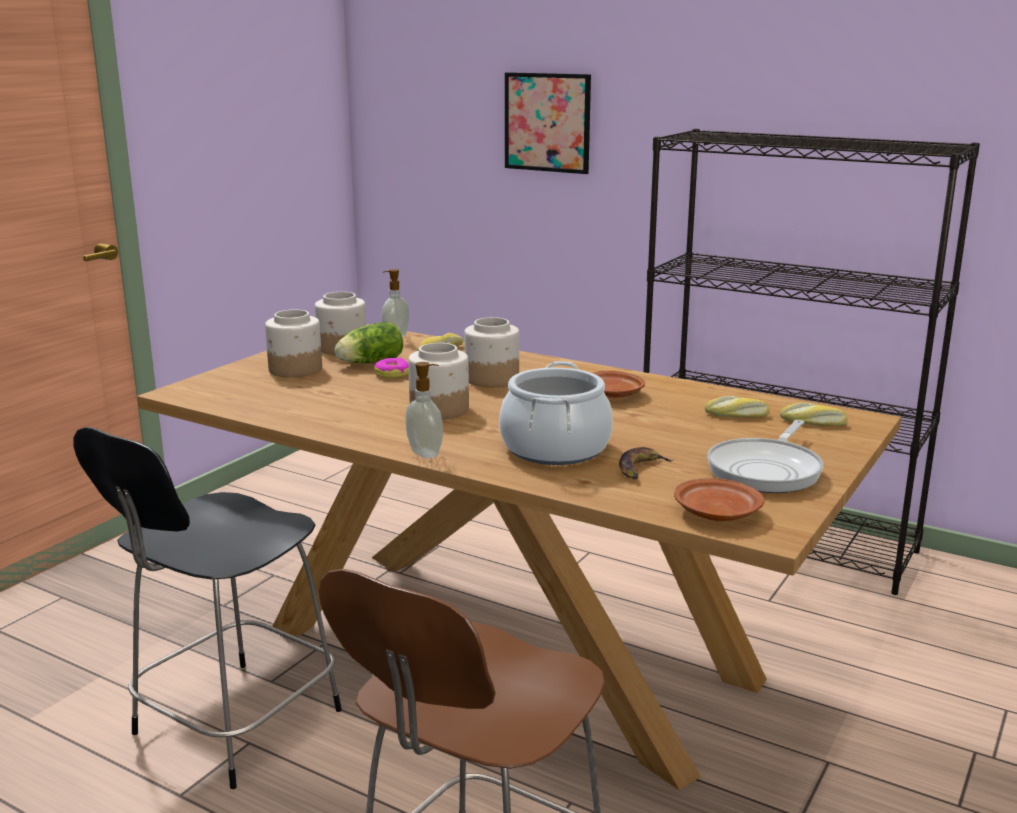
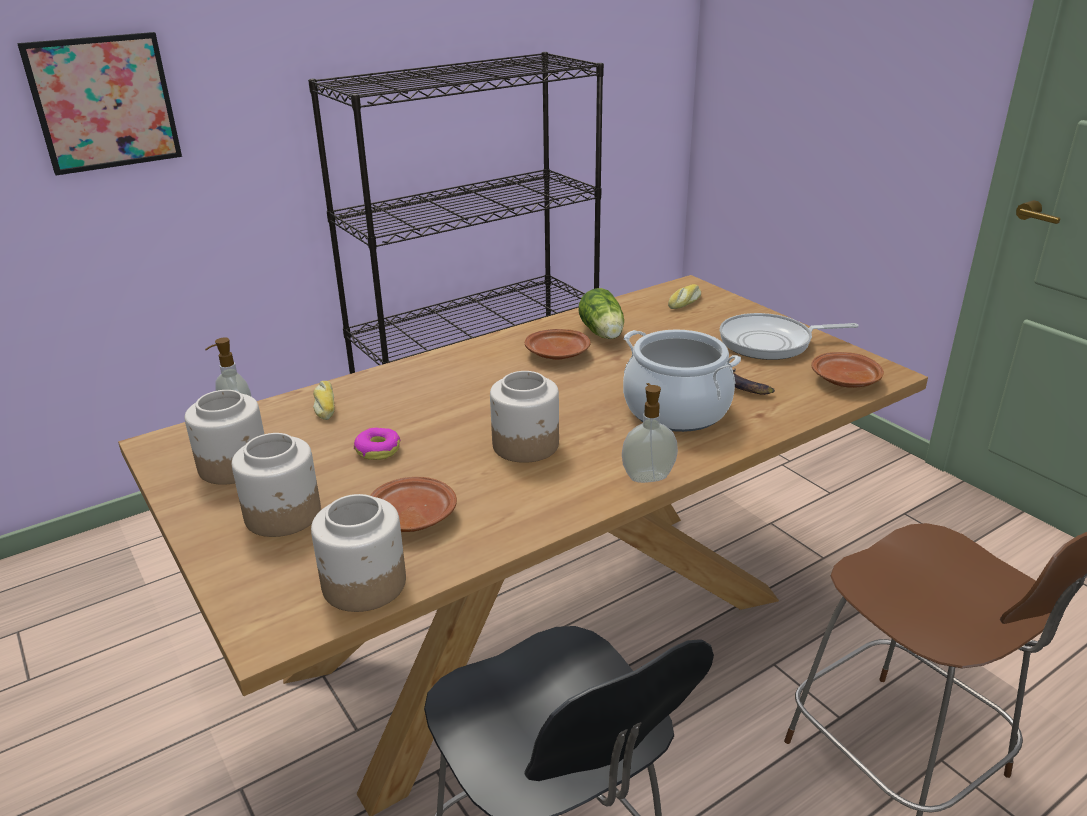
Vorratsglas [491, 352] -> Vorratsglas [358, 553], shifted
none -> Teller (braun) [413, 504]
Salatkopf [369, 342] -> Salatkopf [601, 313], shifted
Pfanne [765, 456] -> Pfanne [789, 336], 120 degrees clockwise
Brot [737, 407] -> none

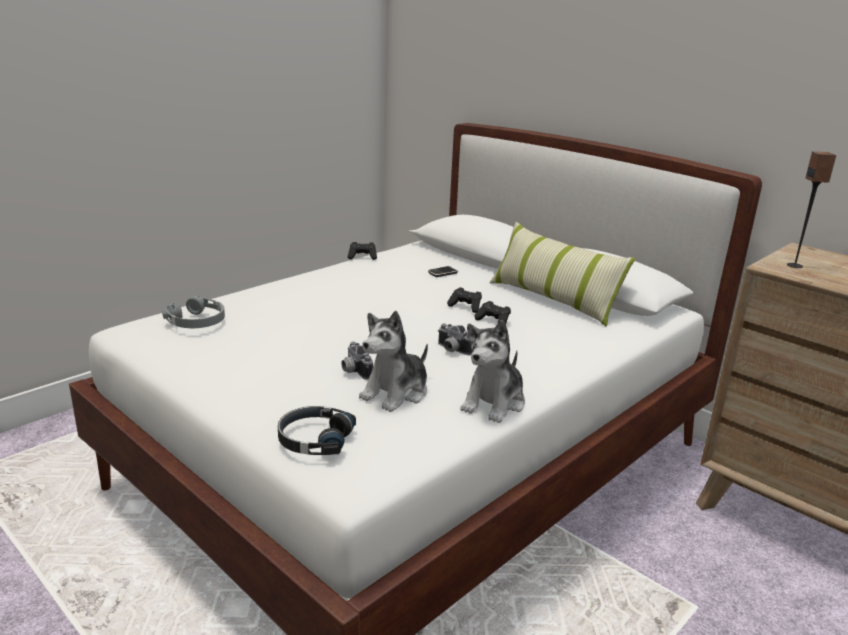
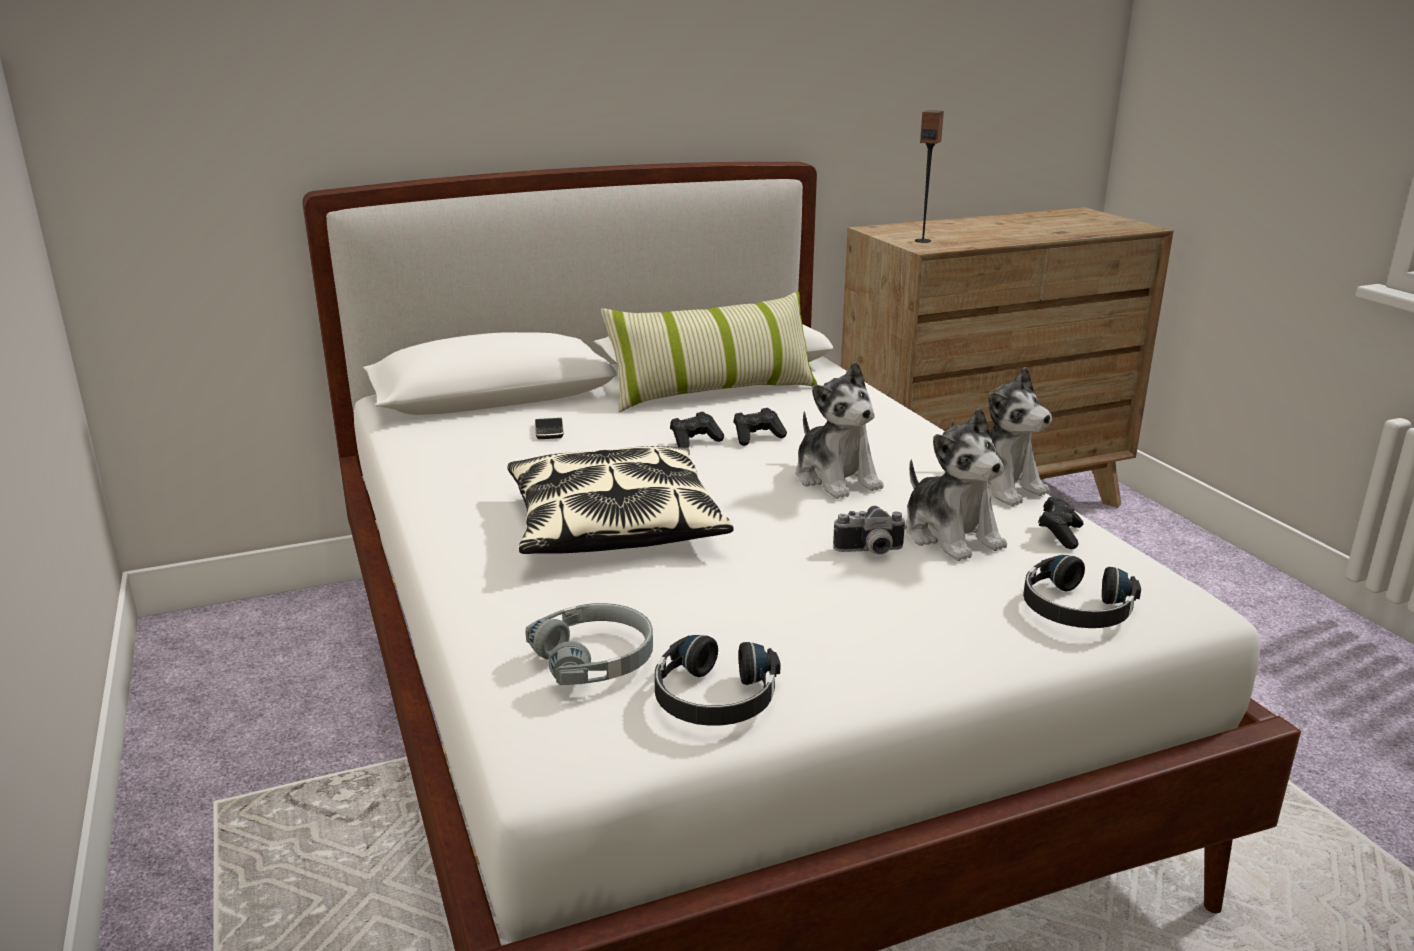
none -> Kissen [620, 500]
none -> Kopfhörer (schwarz) [717, 680]
Kamera [455, 339] -> Plüschtier [839, 430]
Gamepad (schwarz) [362, 251] -> Gamepad (schwarz) [1061, 523], shifted

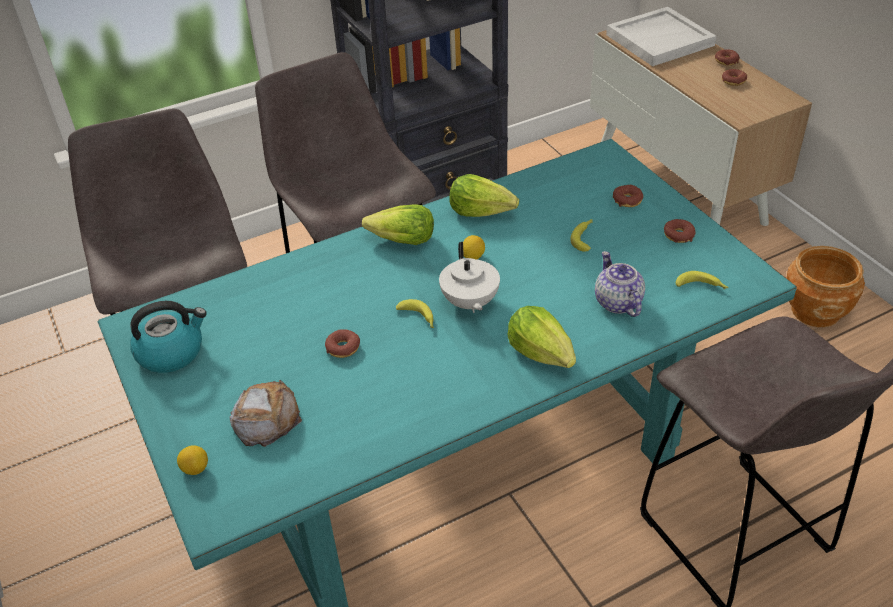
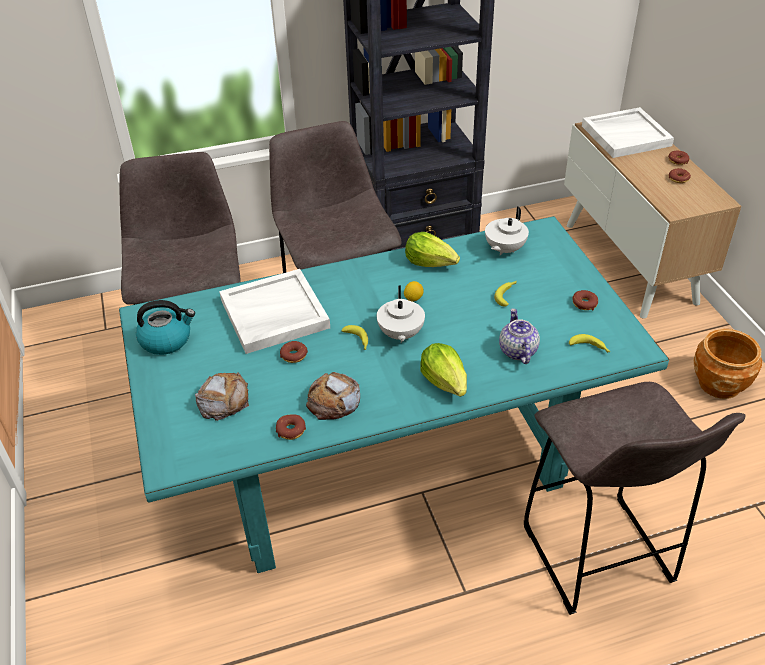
none -> Tablett (weiß) [274, 311]
Donut [628, 196] -> Donut [291, 427], shifted
none -> Brot [333, 396]
none -> Teekanne (weiß) [507, 231]
Zitrone [192, 460] -> none
Salatkopf [398, 224] -> none

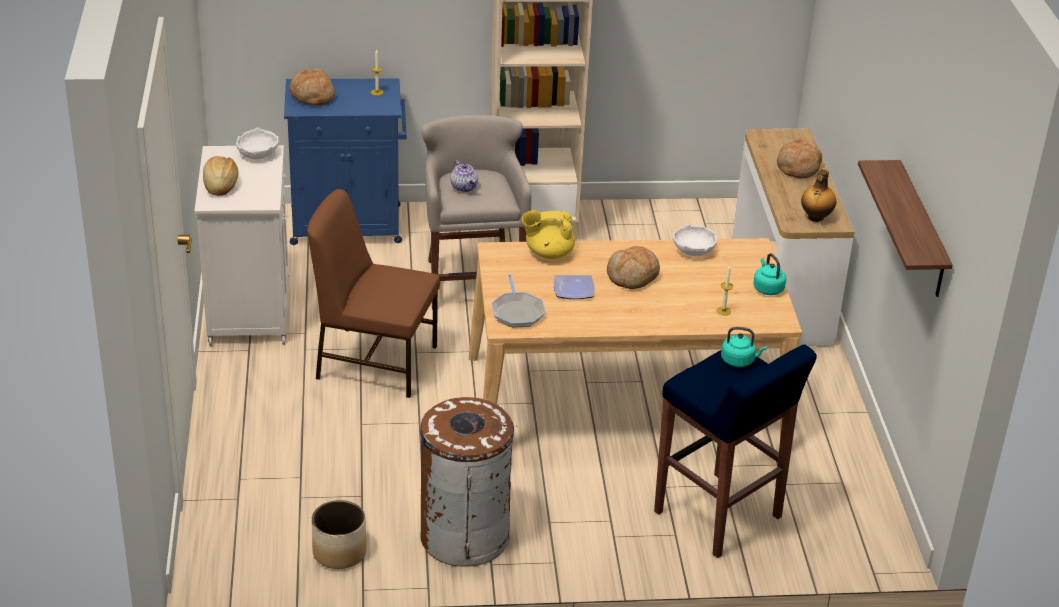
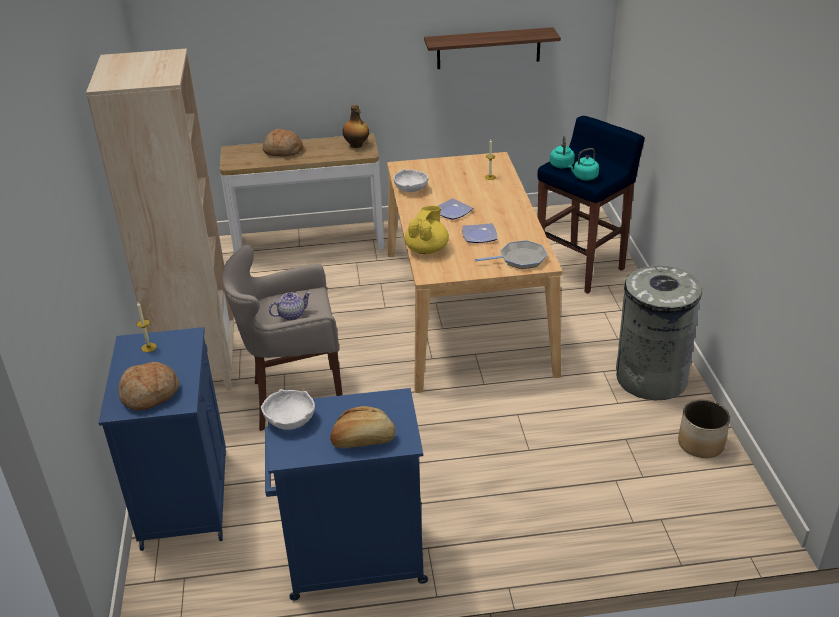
Schrank (weiß) [241, 245] -> Schrank (blau) [346, 494]
Teekanne (gelb) [548, 234] -> Teekanne (gelb) [427, 230], 150 degrees counterclockwise
Brot [633, 267] -> Teller [455, 209]
Wasserkessel (türkis) [770, 274] -> Wasserkessel (türkis) [583, 164], shifted
Mülleimer (braun) [469, 482] -> Mülleimer (grau) [659, 333]
Stuhl (braun) [373, 293] -> none

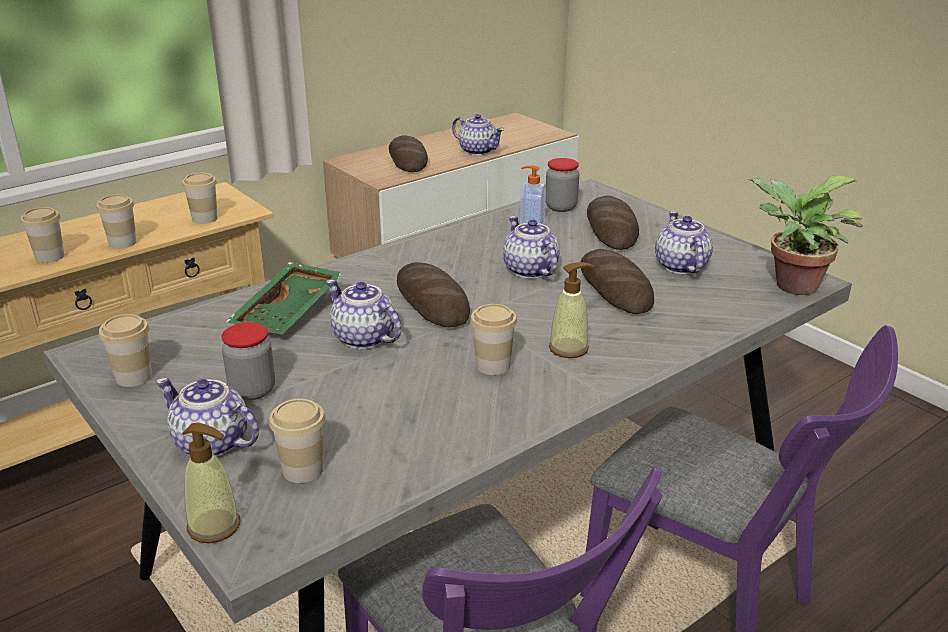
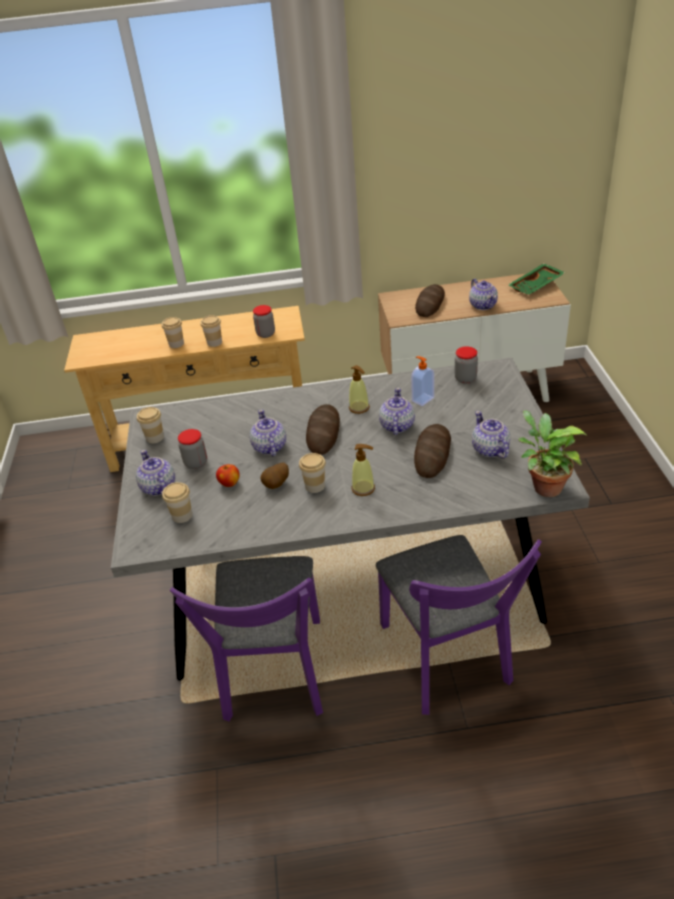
none -> Apfel [228, 475]
Tasse [200, 198] -> Vorratsglas [264, 321]
none -> Kartoffel [274, 476]
Seifenspender [211, 483] -> Seifenspender [359, 389], shifted
Teekanne [684, 242] -> Teekanne [491, 435], 45 degrees counterclockwise
Tablett (grün) [284, 298] -> Tablett (grün) [536, 279], shifted
Brot [613, 222] -> none

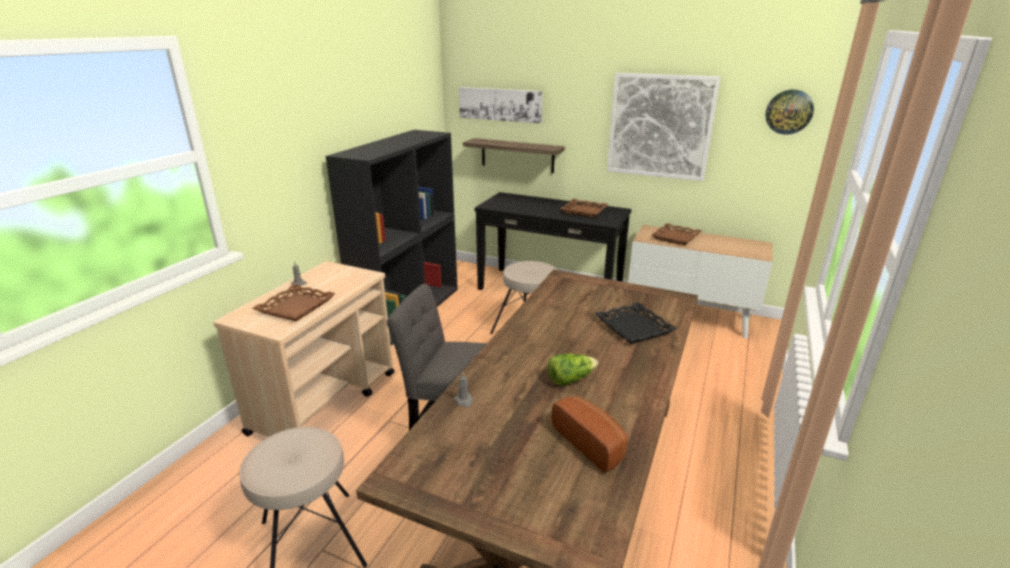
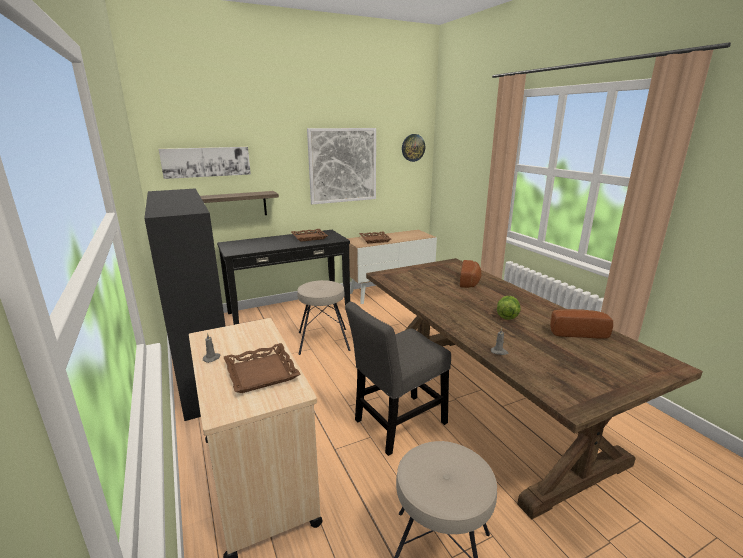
Tablett (schwarz) [636, 323] -> Brot [470, 274]

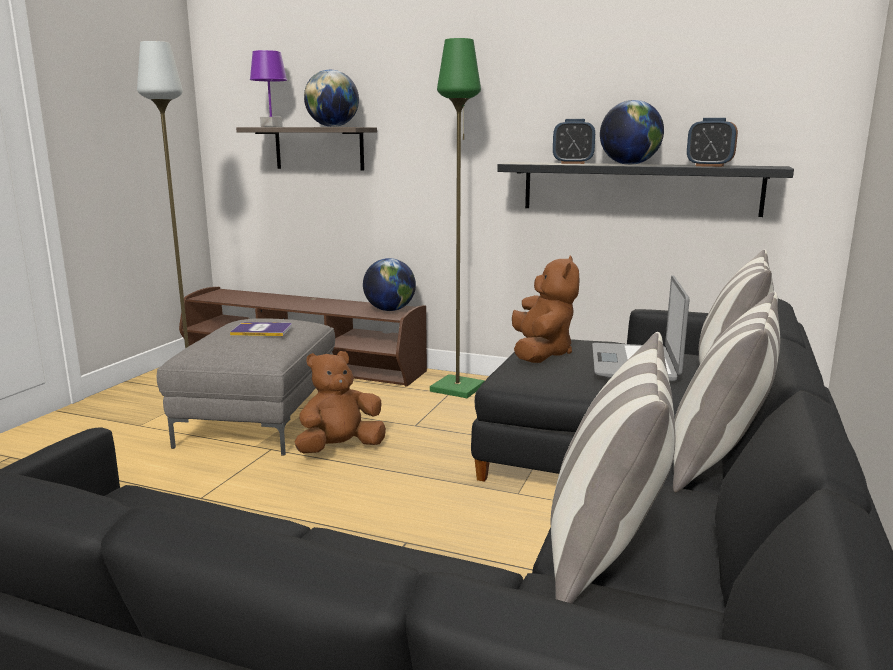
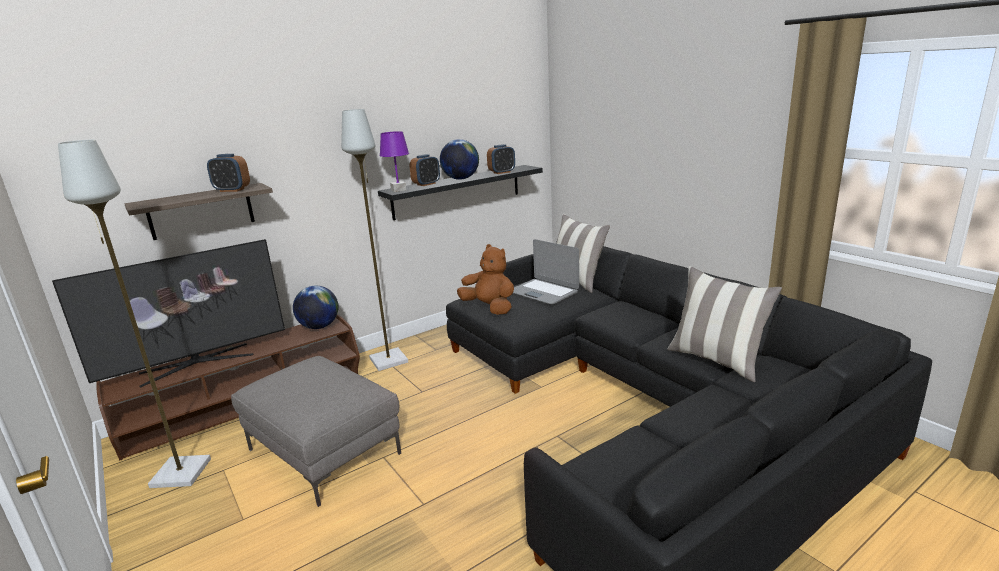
none -> Fernseher [168, 313]
Globus [331, 98] -> Wecker [228, 173]
Stehlampe (grün) [457, 218] -> Stehlampe (grau) [374, 240]
Tischlampe (lila) [268, 88] -> Tischlampe (lila) [394, 161], shifted
Buch [261, 329] -> none
Plüschtier (braun) [340, 402] -> none
Kissen [726, 392] -> none

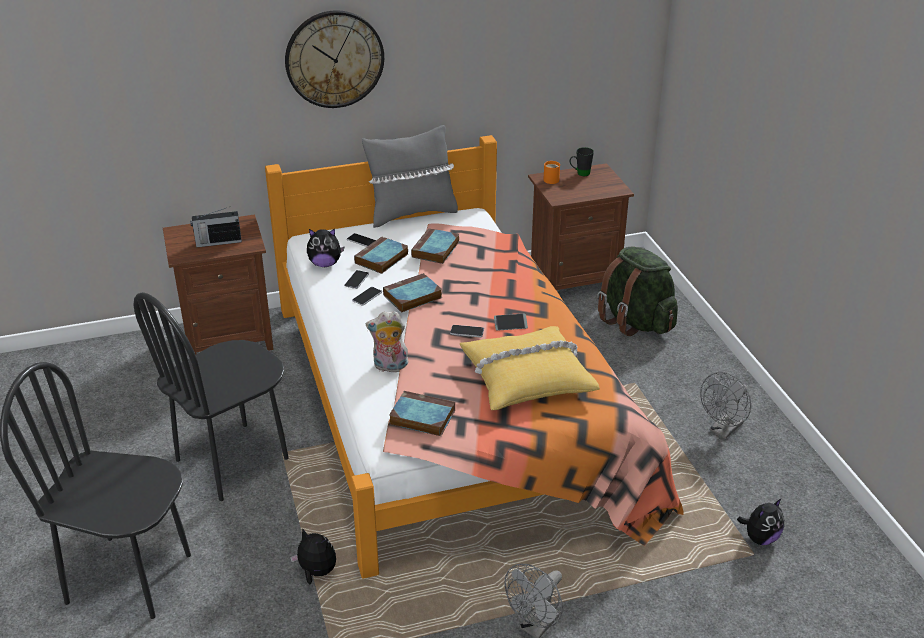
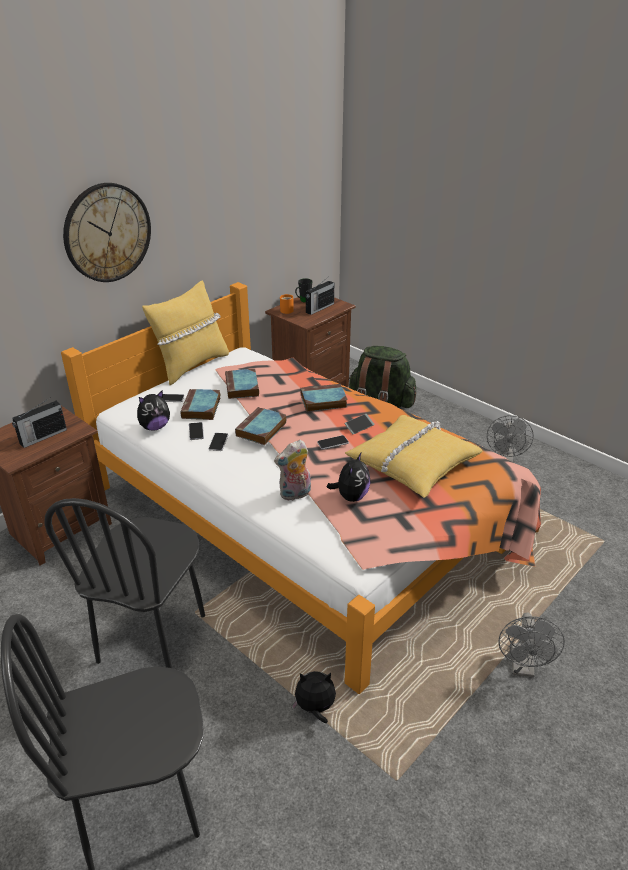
Kissen (grau) [410, 176] -> Kissen (gelb) [185, 332]
Buch [422, 413] -> Buch [324, 398], shifted
none -> Radio [320, 296]
Plüschtier [760, 522] -> Plüschtier [349, 477], shifted

